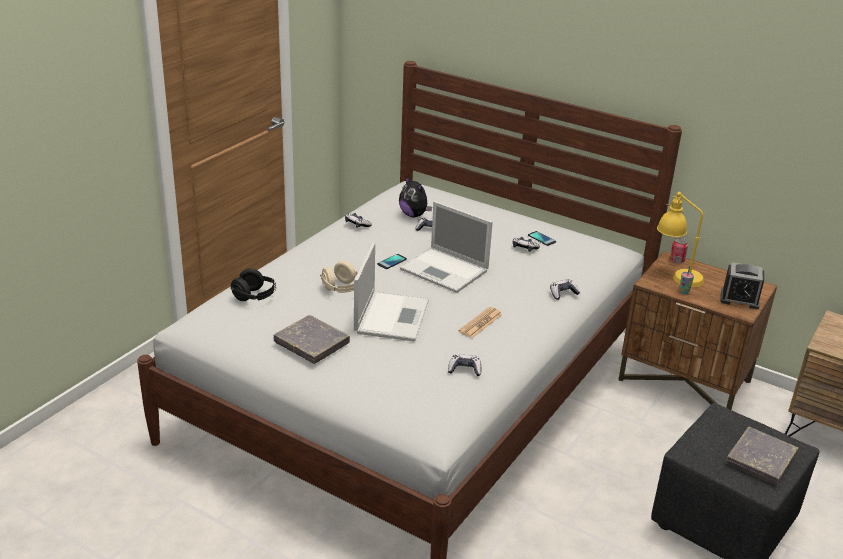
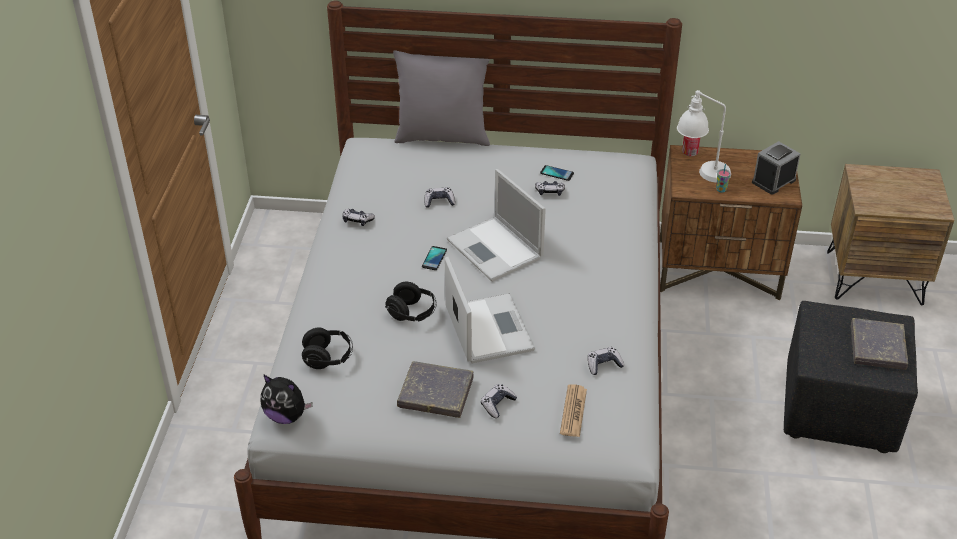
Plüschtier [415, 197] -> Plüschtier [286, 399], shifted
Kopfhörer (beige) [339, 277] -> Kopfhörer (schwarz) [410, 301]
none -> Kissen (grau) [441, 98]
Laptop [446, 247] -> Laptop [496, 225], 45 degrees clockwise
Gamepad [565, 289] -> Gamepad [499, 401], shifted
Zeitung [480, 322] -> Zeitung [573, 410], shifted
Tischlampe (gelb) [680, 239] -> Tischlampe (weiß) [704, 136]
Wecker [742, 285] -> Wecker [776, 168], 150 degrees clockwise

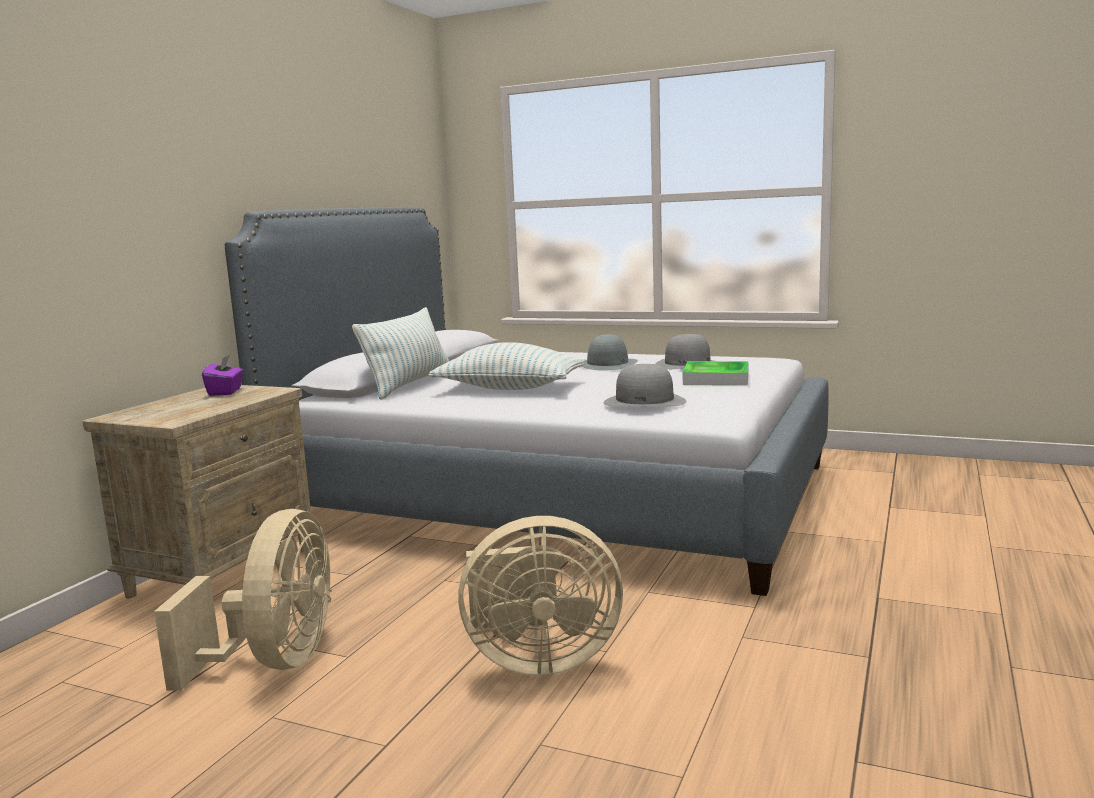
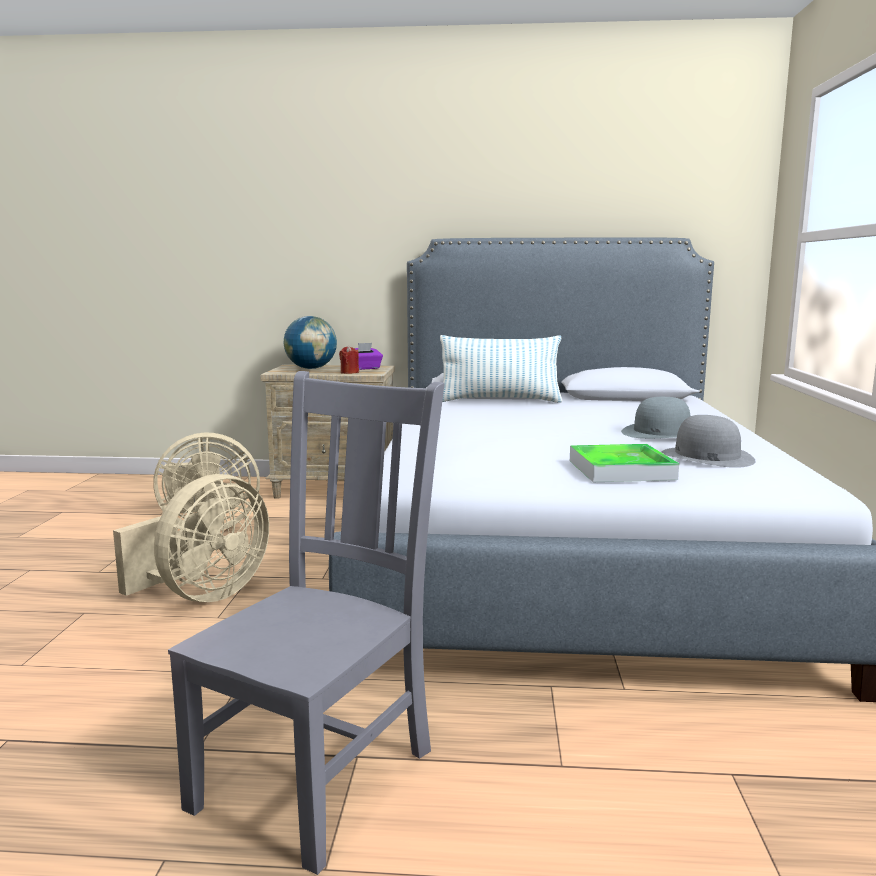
Ventilator (beige) [540, 595] -> Ventilator (beige) [191, 538], 120 degrees counterclockwise
none -> Stuhl (grau) [306, 623]
none -> Globus [310, 342]
none -> Kerze (rot) [349, 360]
Kissen [507, 366] -> none
Hut (grau) [645, 385] -> none

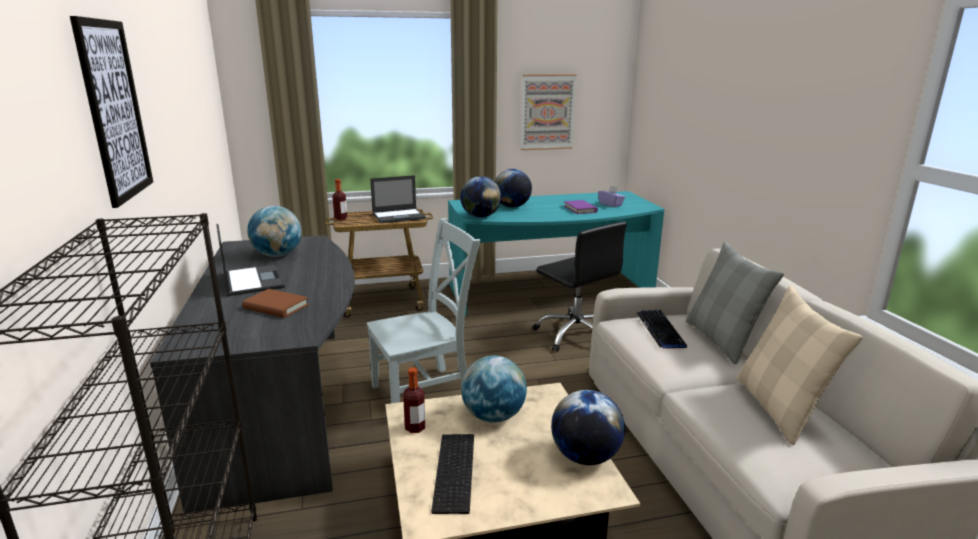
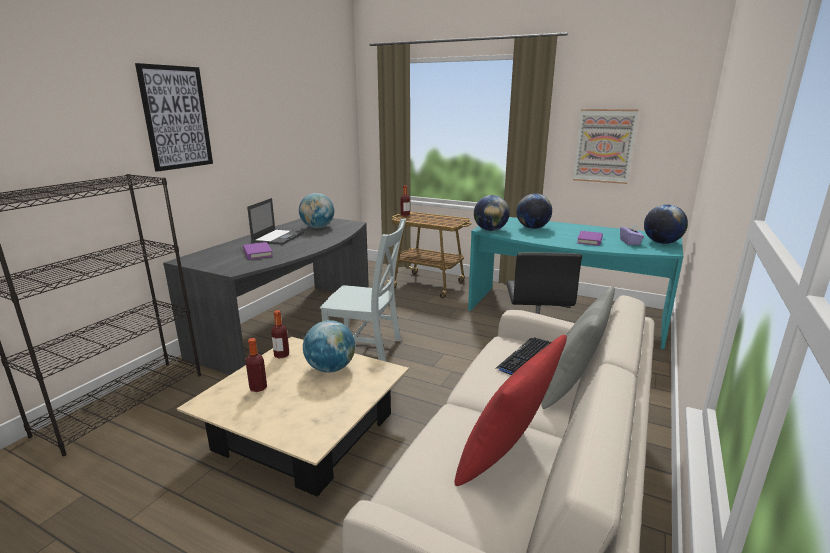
Buch (braun) [275, 303] -> Buch (lila) [258, 250]
Tastatur [452, 474] -> Flasche [256, 365]
Kissen (beige) [799, 365] -> Kissen (rot) [511, 410]
Globus [588, 427] -> Globus [666, 224], shifted
Laptop [398, 199] -> none

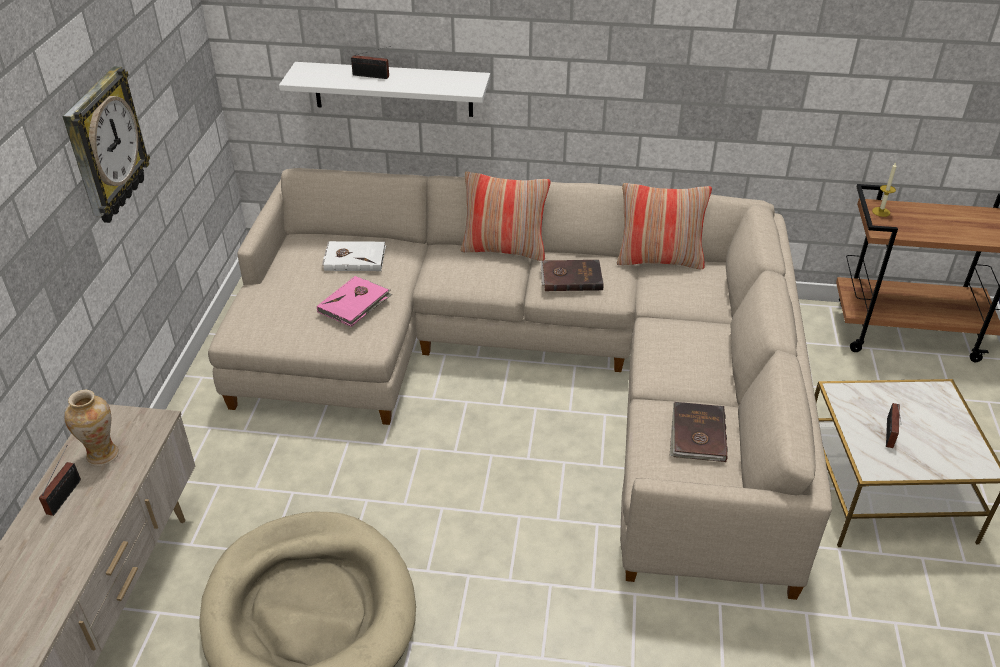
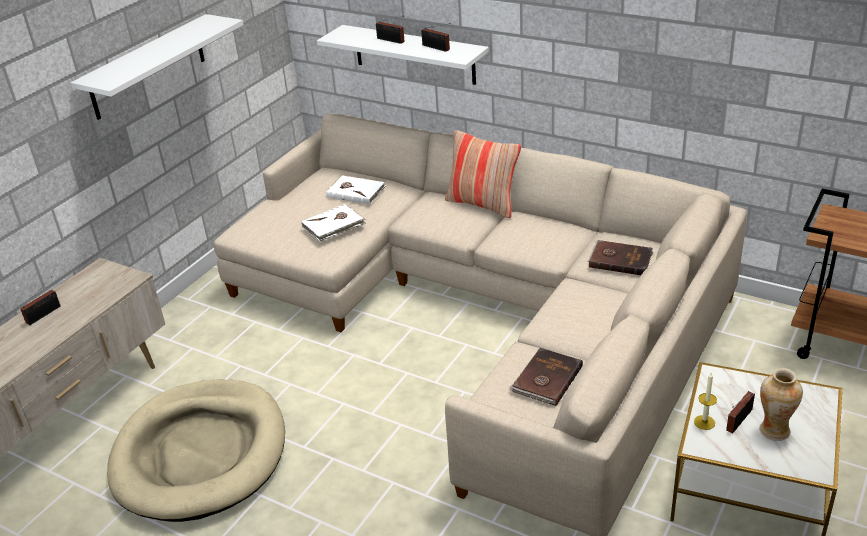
Wanduhr [106, 144] -> Wandregal (weiß) [157, 67]
Buch (rosa) [354, 301] -> Buch (weiß) [333, 223]
none -> Radio [435, 37]
Buch (braun) [572, 275] -> Buch (braun) [620, 257], shifted
Kerze [884, 190] -> Kerze [705, 401], shifted
Vase [91, 428] -> Vase [781, 404], shifted
Kissen [664, 226] -> none

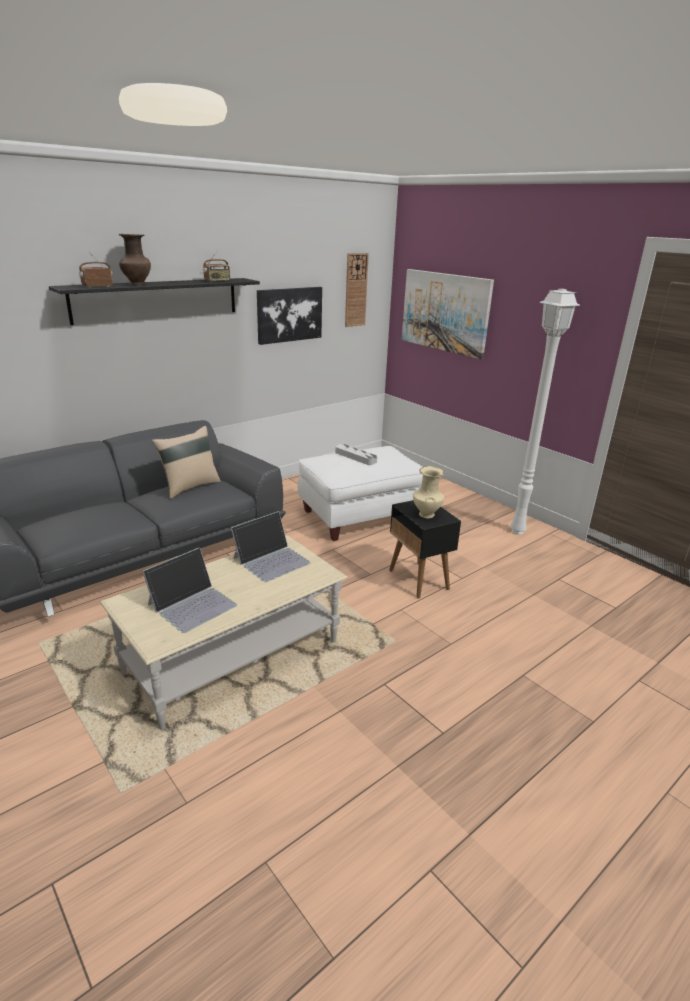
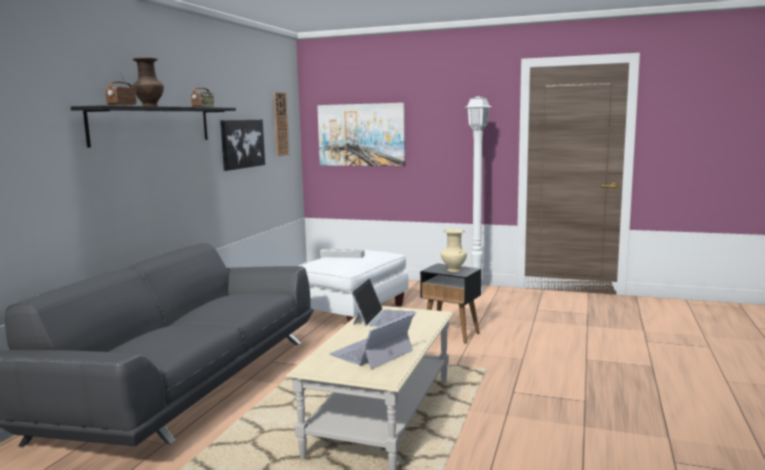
Laptop [190, 590] -> Laptop [371, 341], 150 degrees counterclockwise
Kissen (beige) [186, 462] -> none

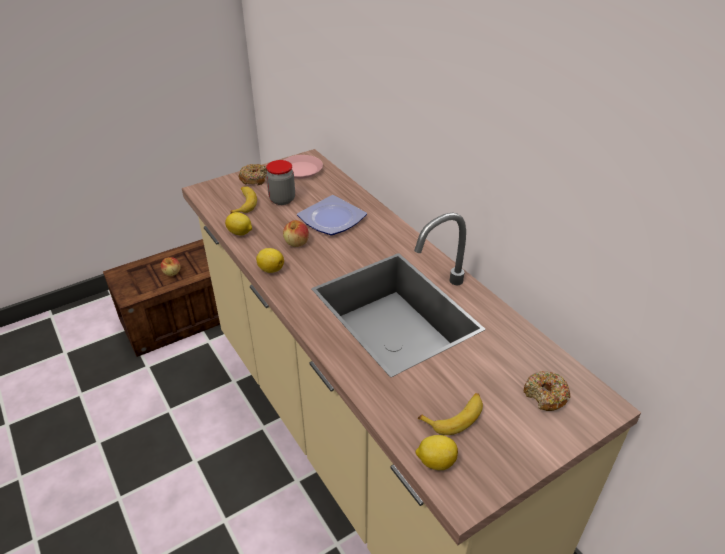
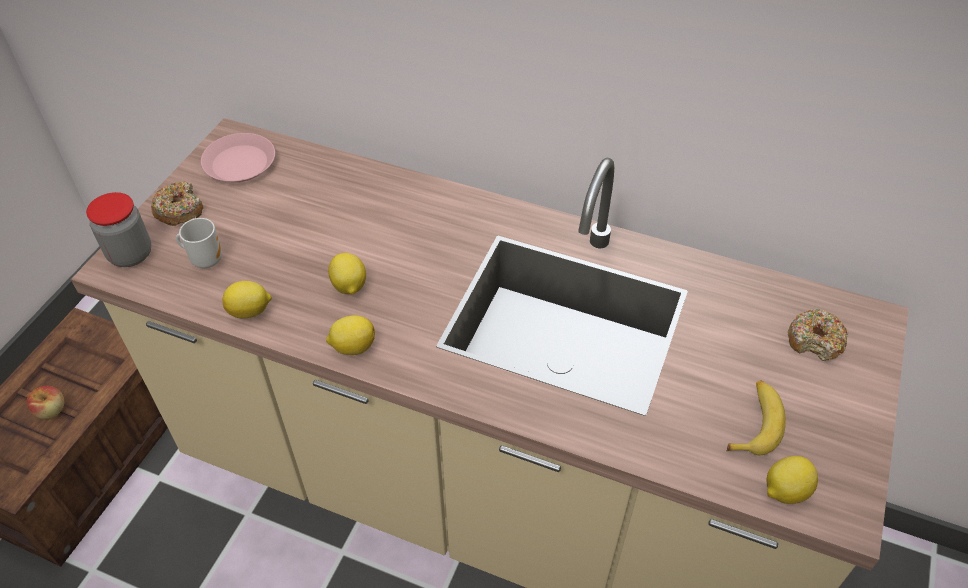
Vorratsglas [280, 182] -> Vorratsglas [118, 229], shifted
Banane [243, 200] -> Henkelbecher [199, 243]
Apfel [296, 233] -> Zitrone [347, 274]
Teller [332, 215] -> none

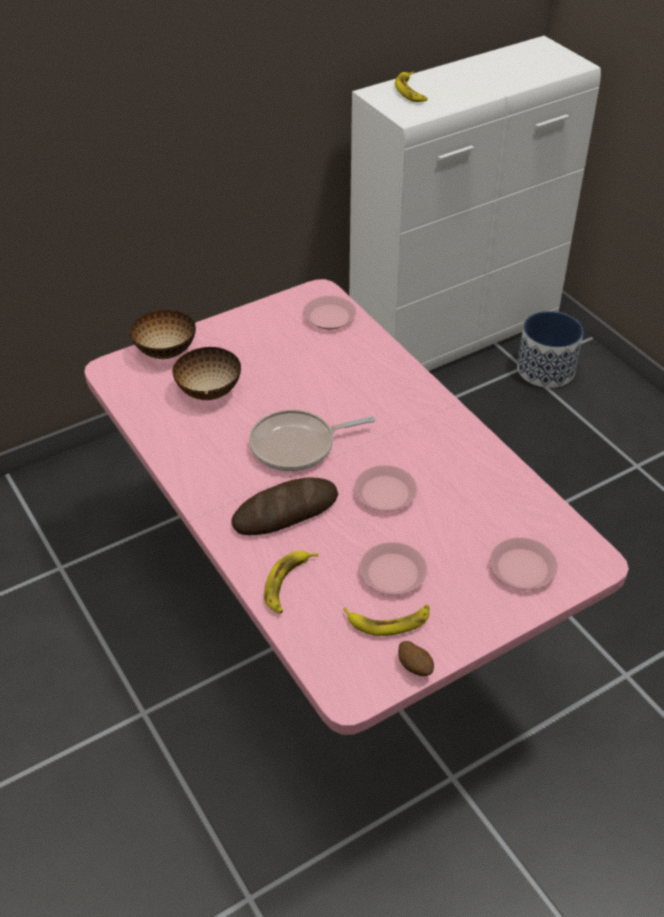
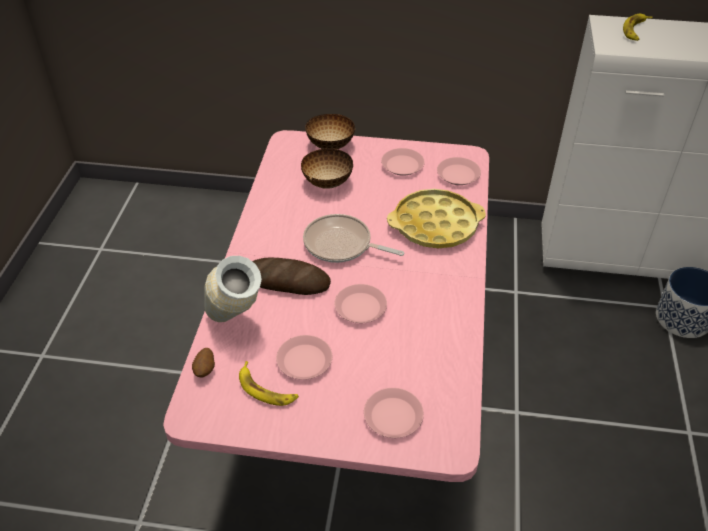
Kartoffel [416, 658] -> Kartoffel [203, 362], shifted
Banane [291, 582] -> Vase [233, 289]
none -> Teller (rosa) [403, 162]
none -> Tablett (gelb) [436, 219]

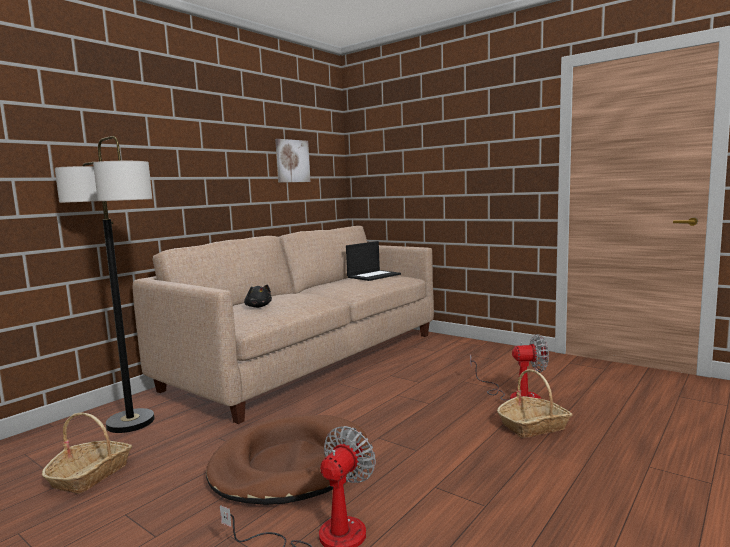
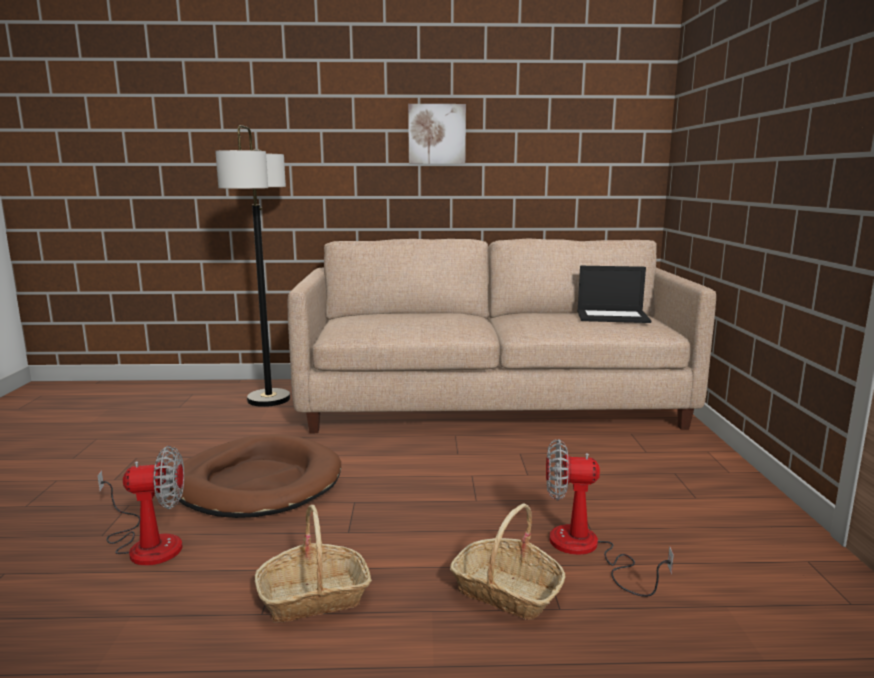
Korb [87, 453] -> Korb [313, 564], shifted
Bild [292, 161] -> Bild [437, 134], shifted
Ventilator [509, 367] -> Ventilator [610, 518], 135 degrees clockwise
Plüschtier (schwarz) [258, 296] -> none

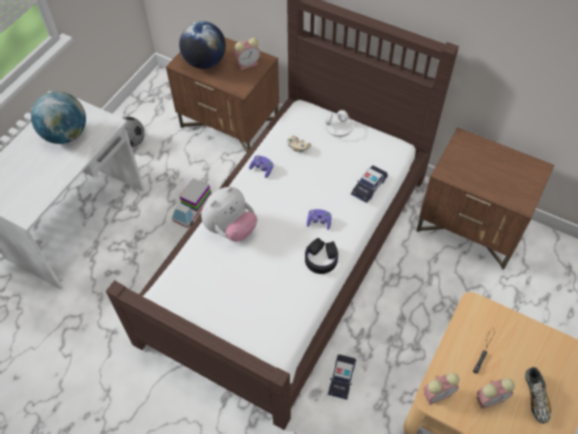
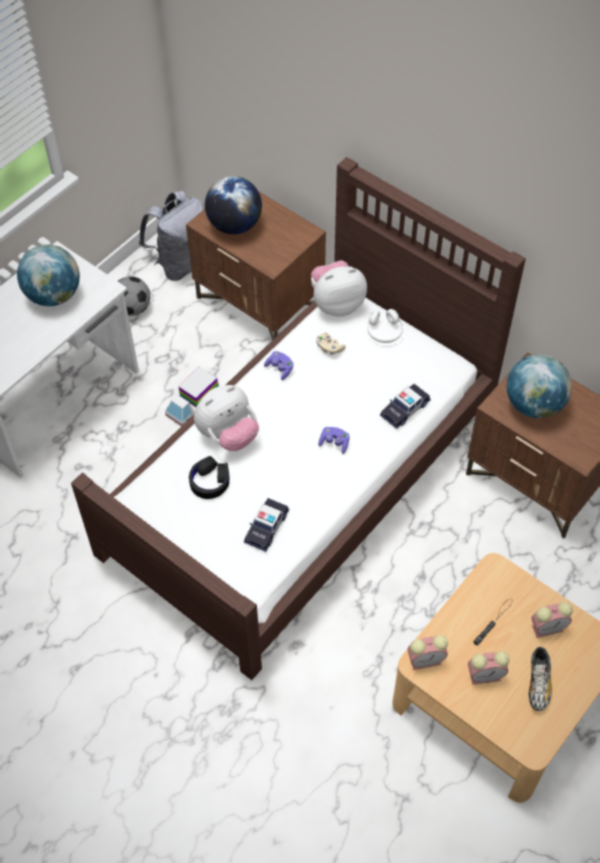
none -> Rucksack (grau) [171, 236]
Kopfhörer (schwarz) [321, 256] -> Kopfhörer (schwarz) [209, 477], shifted
Spielzeugauto [342, 377] -> Spielzeugauto [266, 525], shifted
none -> Plüschtier [339, 288]
none -> Globus [539, 386]
Wecker [247, 54] -> Wecker [552, 620], shifted

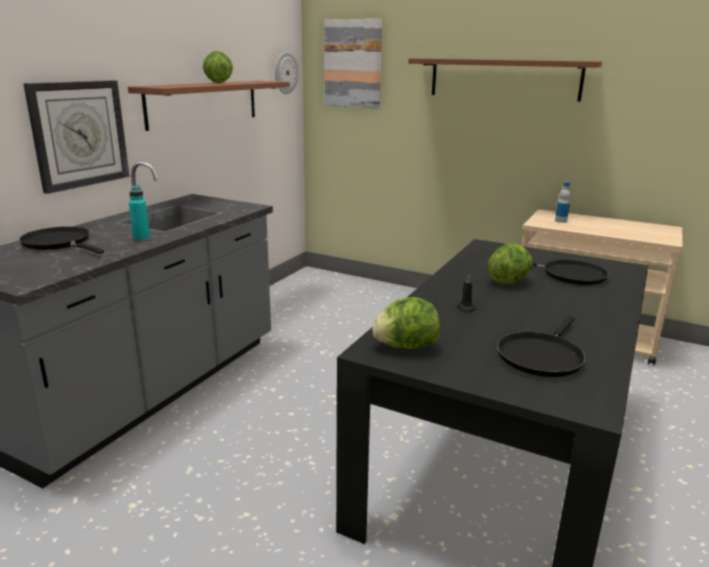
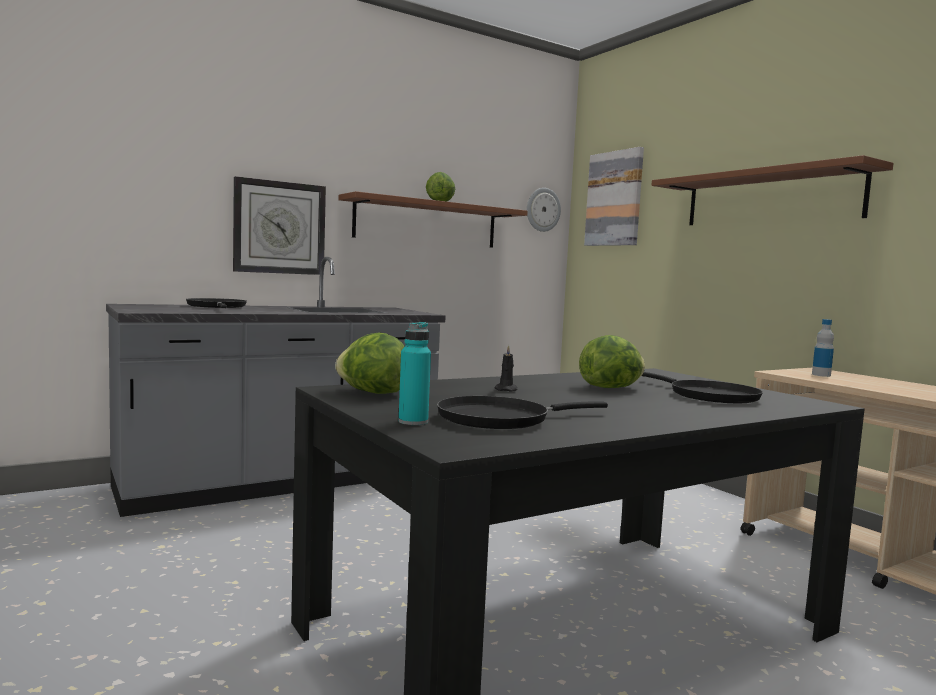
Flasche (türkis) [139, 213] -> Flasche (türkis) [415, 373], shifted

